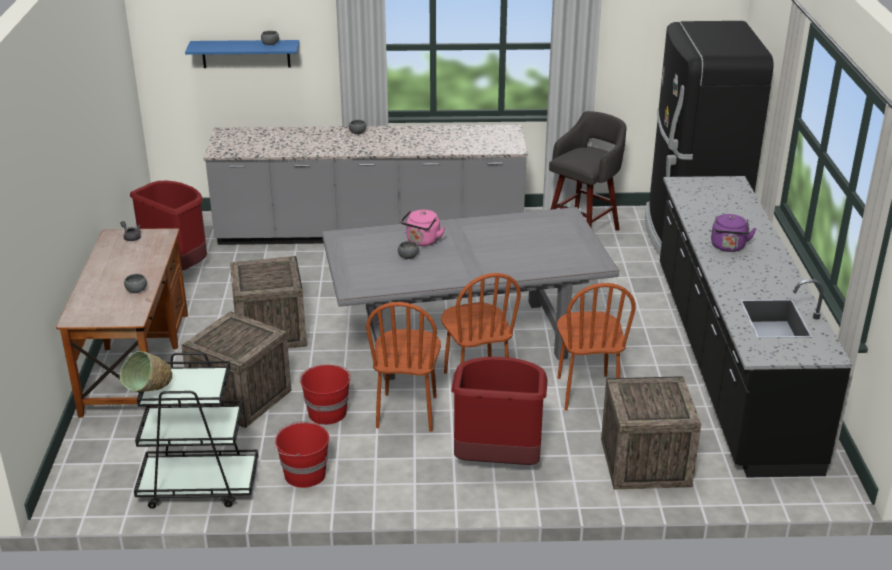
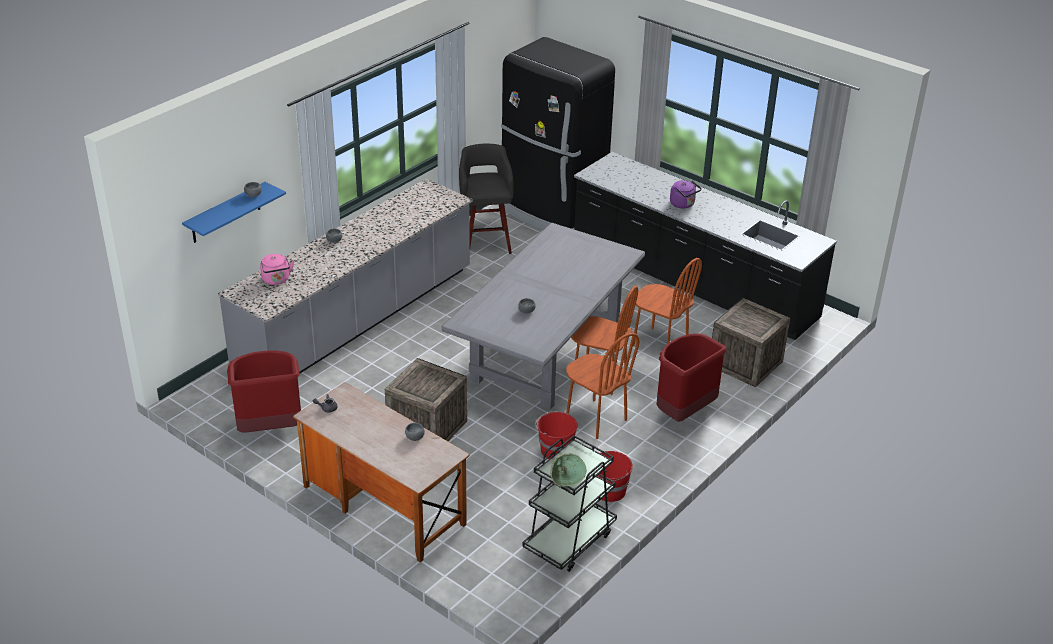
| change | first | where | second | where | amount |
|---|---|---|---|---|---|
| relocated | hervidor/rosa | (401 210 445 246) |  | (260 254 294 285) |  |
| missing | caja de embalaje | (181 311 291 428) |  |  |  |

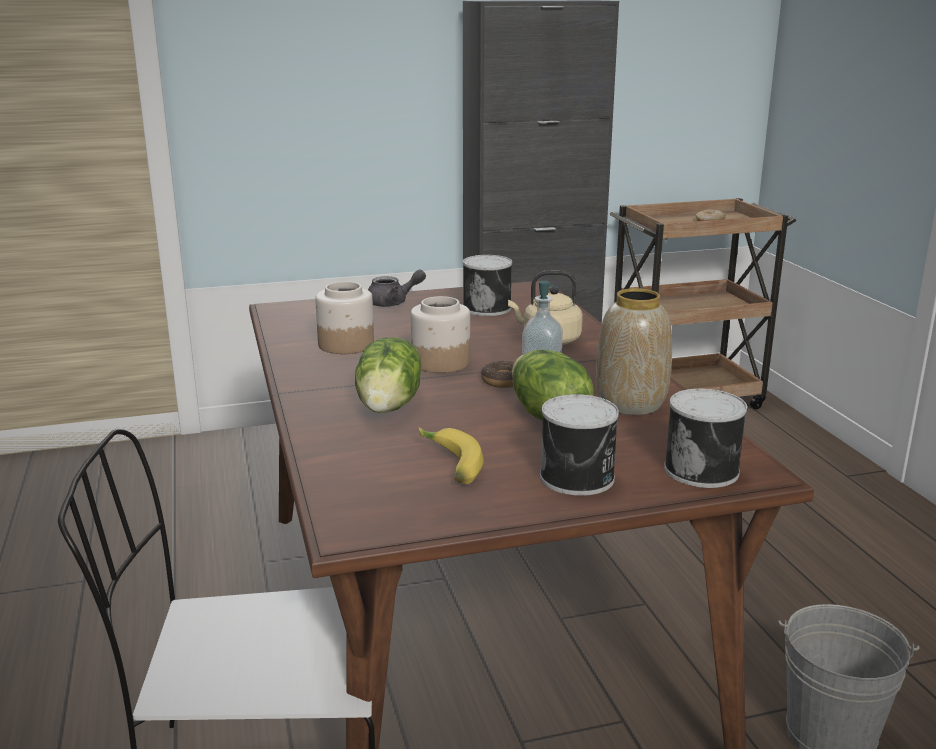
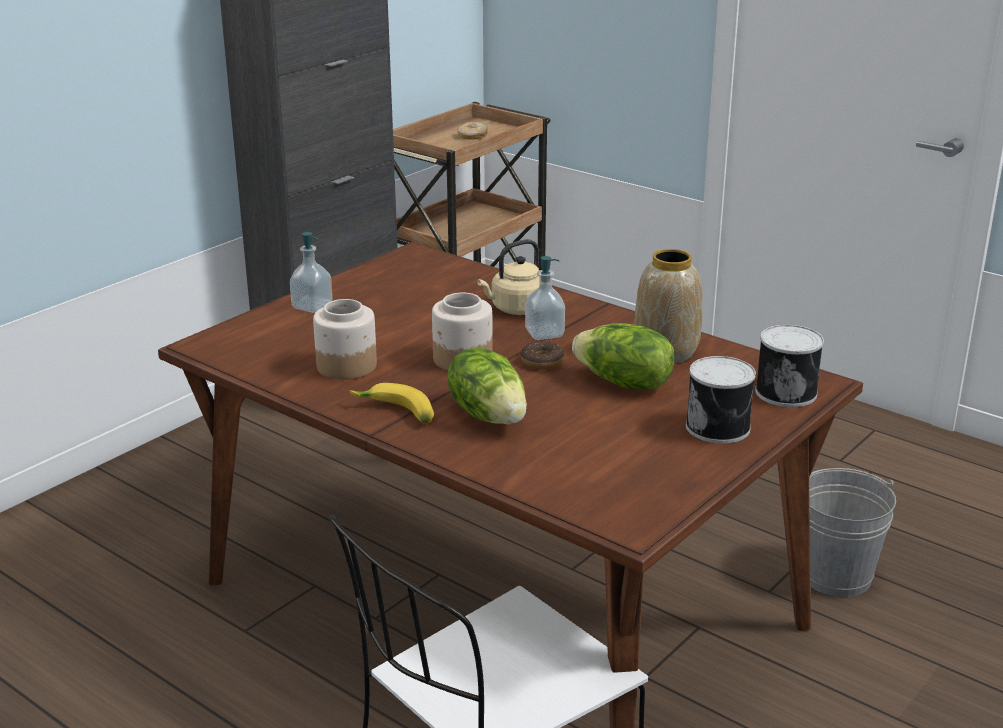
| change | first | where | second | where | amount |
|---|---|---|---|---|---|
| exchanged | tetera/gris | (368 269 426 307) | dispensador de jabón | (290 232 332 313) |  |
| relocated | plátano | (419 427 484 484) |  | (350 383 434 424) |  |
| missing | lata | (463 255 512 316) |  |  |  |

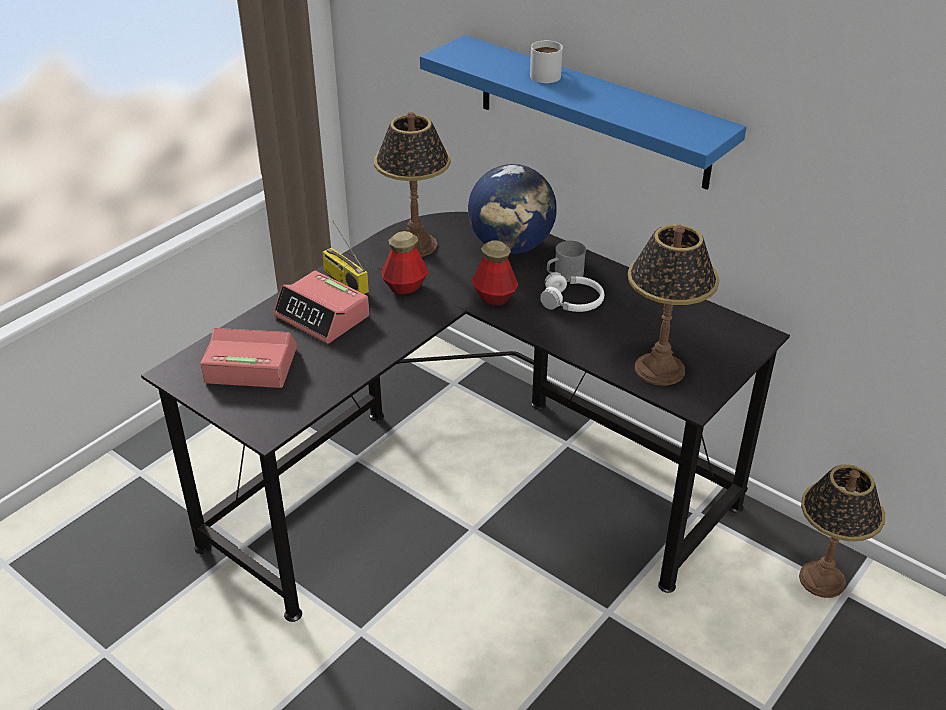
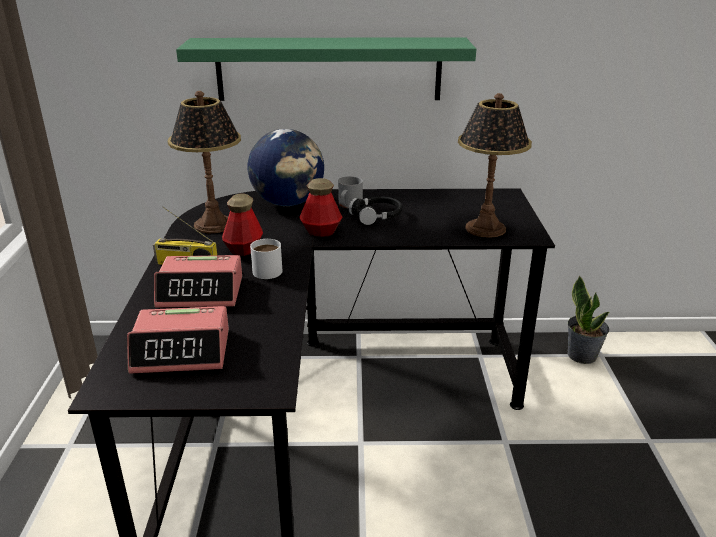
| change | first | where | second | where | amount |
|---|---|---|---|---|---|
| spun | despertador | (200 328 297 388) |  | (127 306 229 374) | 150 degrees counterclockwise |
| colour | estante/azul | (420 35 747 190) | estante/verde | (176 37 476 101) |  |
| relocated | taza grande/blanco | (530 41 563 83) |  | (250 239 282 279) |  |
| colour | auriculares/blanco | (540 272 604 312) | auriculares/negro | (349 196 403 225) |  |
| exchanged | lámpara de mesa | (799 465 885 598) | planta en maceta | (568 275 609 364) |  |

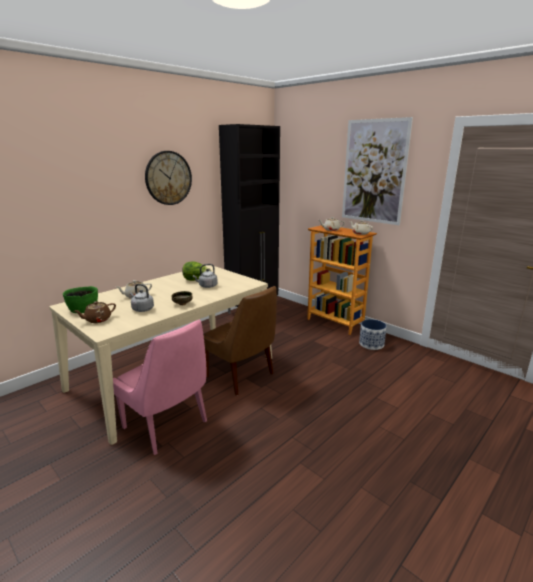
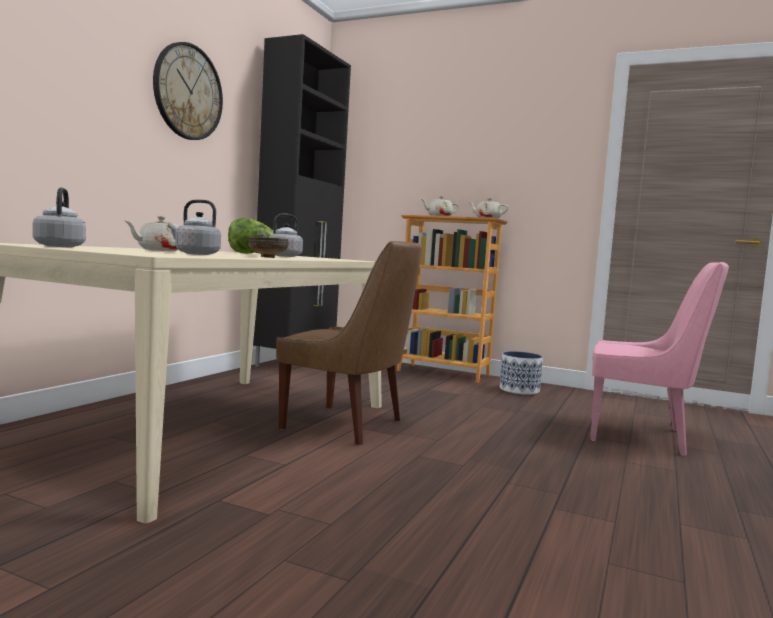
| change | first | where | second | where | amount |
|---|---|---|---|---|---|
| exchanged | cuenco/verde | (63 286 98 313) | hervidor/gris | (33 187 86 248) |  |
| relocated | silla/rosa | (113 320 207 455) |  | (590 262 729 456) |  |
| missing | tetera/marrón | (74 301 116 323) |  |  |  |
| missing | cuadro | (342 117 413 225) |  |  |  |

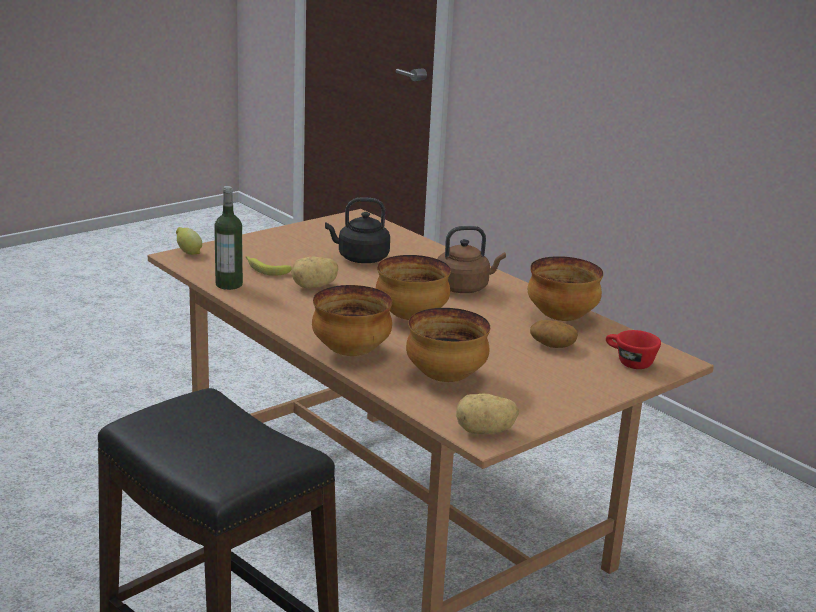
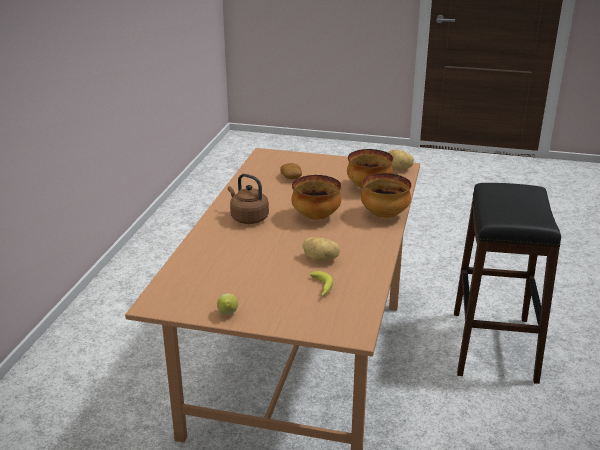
| change | first | where | second | where | amount |
|---|---|---|---|---|---|
| relocated | limón | (176 227 202 255) |  | (217 293 238 315) |  |
| missing | botella | (214 186 243 290) |  |  |  |
| missing | hervidor/negro | (325 198 390 263) |  |  |  |
| missing | cuenco | (528 256 603 321) |  |  |  |
| missing | taza/rojo | (606 330 661 369) |  |  |  |

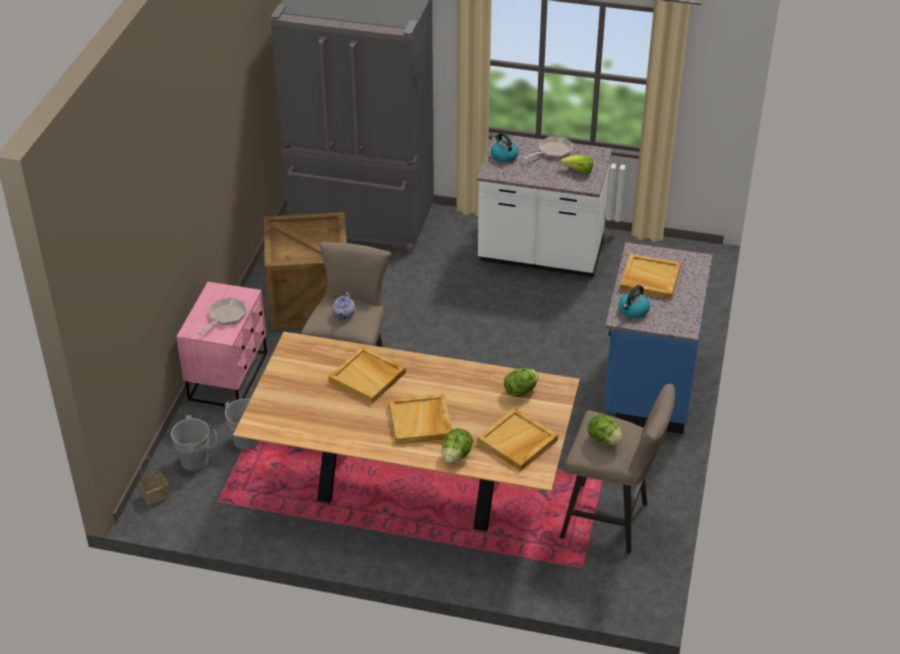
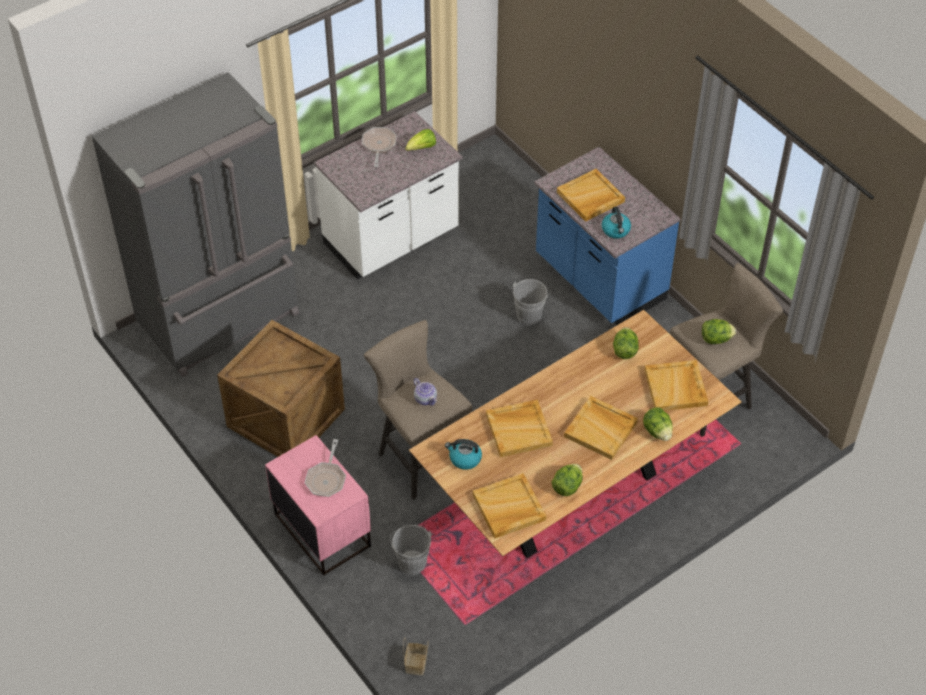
| change | first | where | second | where | amount |
|---|---|---|---|---|---|
| spun | sartén | (198 298 247 335) |  | (305 439 346 497) | 150 degrees counterclockwise |
| relocated | hervidor | (491 132 519 163) |  | (445 439 482 470) |  |
| appeared |  |  | bandeja/beis | (473 473 546 539) |  |
| relocated | cubo/gris | (171 415 217 470) |  | (513 279 551 325) |  |
| appeared |  |  | lechuga | (552 464 583 496) |  |

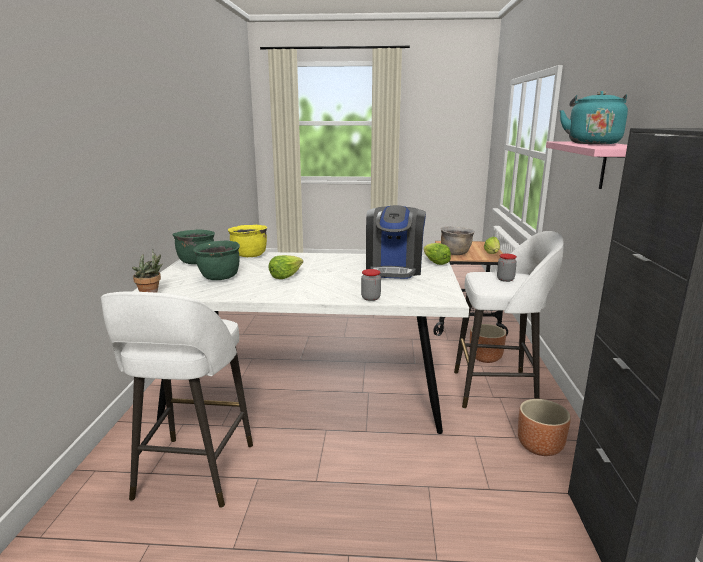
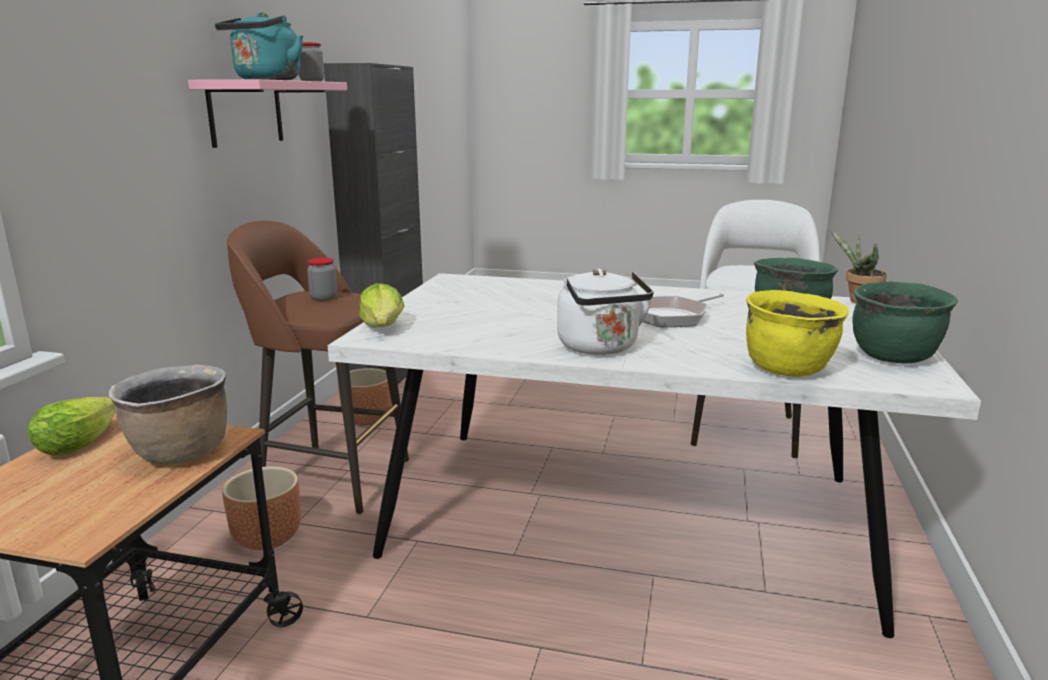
| change | first | where | second | where | amount |
|---|---|---|---|---|---|
| colour | taburete/blanco | (454 231 564 408) | taburete/marrón | (227 221 409 514) |  |
| relocated | tarro | (361 269 381 301) |  | (299 42 324 81) |  |
| appeared |  |  | hervidor/blanco | (557 269 653 355) |  |
| exchanged | lechuga | (268 255 303 279) | sartén | (640 293 724 327) |  |
| missing | cafetera | (366 205 426 279) |  |  |  |

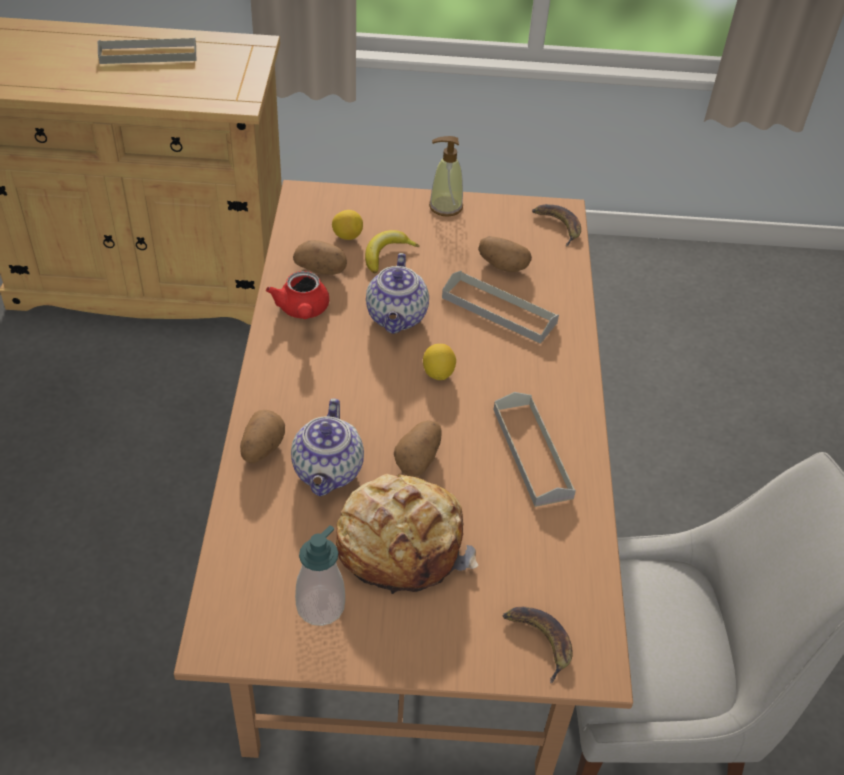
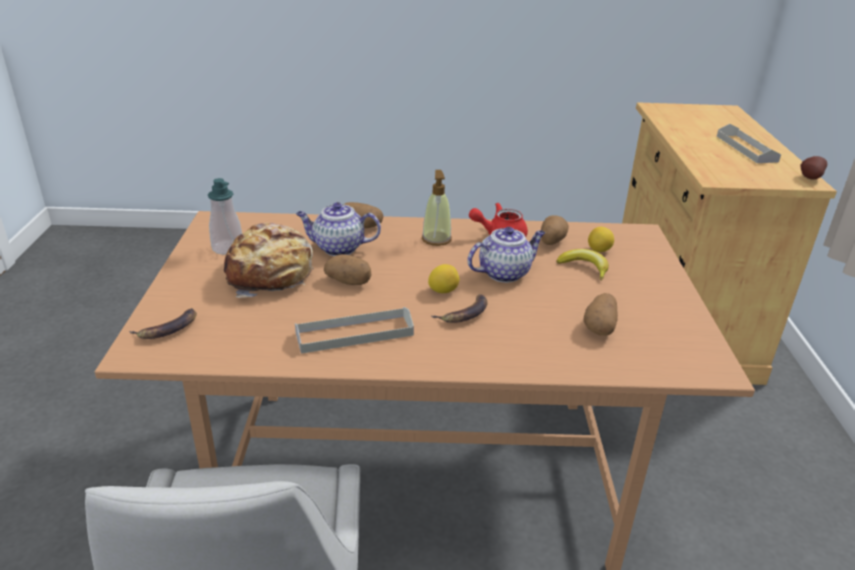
| change | first | where | second | where | amount |
|---|---|---|---|---|---|
| relocated | dispensador de jabón | (429 136 463 217) |  | (422 170 452 246) |  |
| relocated | plátano | (532 204 581 246) |  | (430 294 488 323) |  |
| spun | tetera | (366 253 429 334) |  | (467 227 545 283) | 150 degrees clockwise |
| appeared |  |  | patata | (800 156 827 180) |  |
| missing | bandeja/gris | (442 271 559 344) |  |  |  |

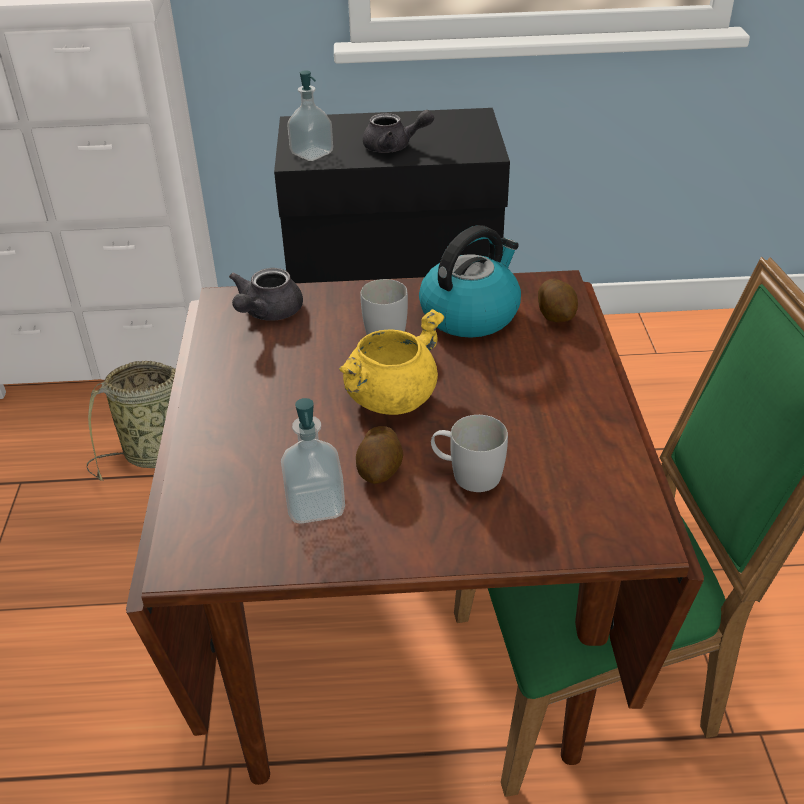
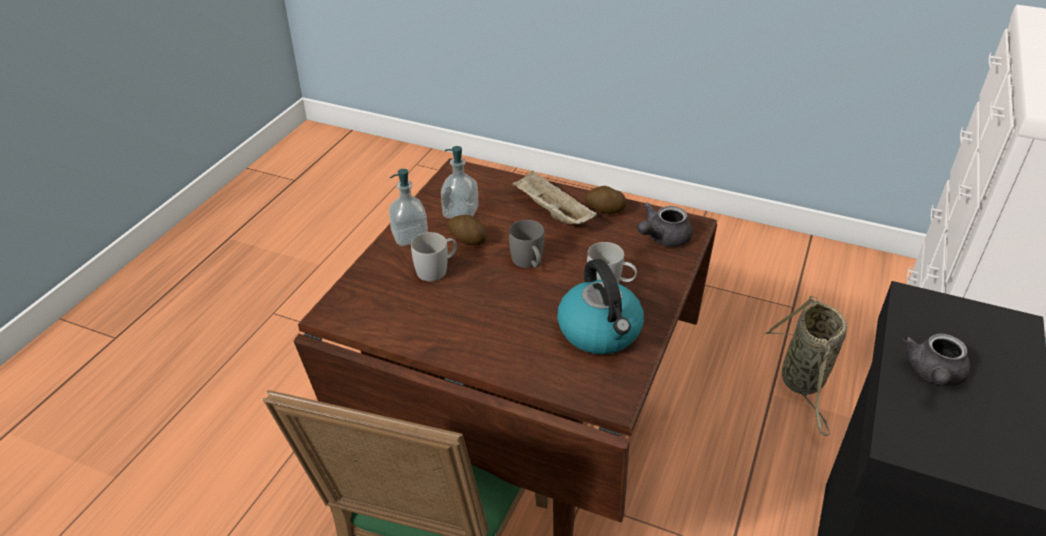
| change | first | where | second | where | amount |
|---|---|---|---|---|---|
| relocated | dispensador de jabón | (287 70 333 161) |  | (389 169 428 246) |  |
| exchanged | olla/amarillo | (339 309 444 415) | taza grande/gris | (509 220 544 268) |  |
| appeared |  |  | bandeja/beis | (513 171 597 224) |  |
| relocated | patata | (538 279 578 322) |  | (584 186 627 214) |  |
| spun | tetera/gris | (229 268 303 321) |  | (637 202 693 247) | 90 degrees counterclockwise |

